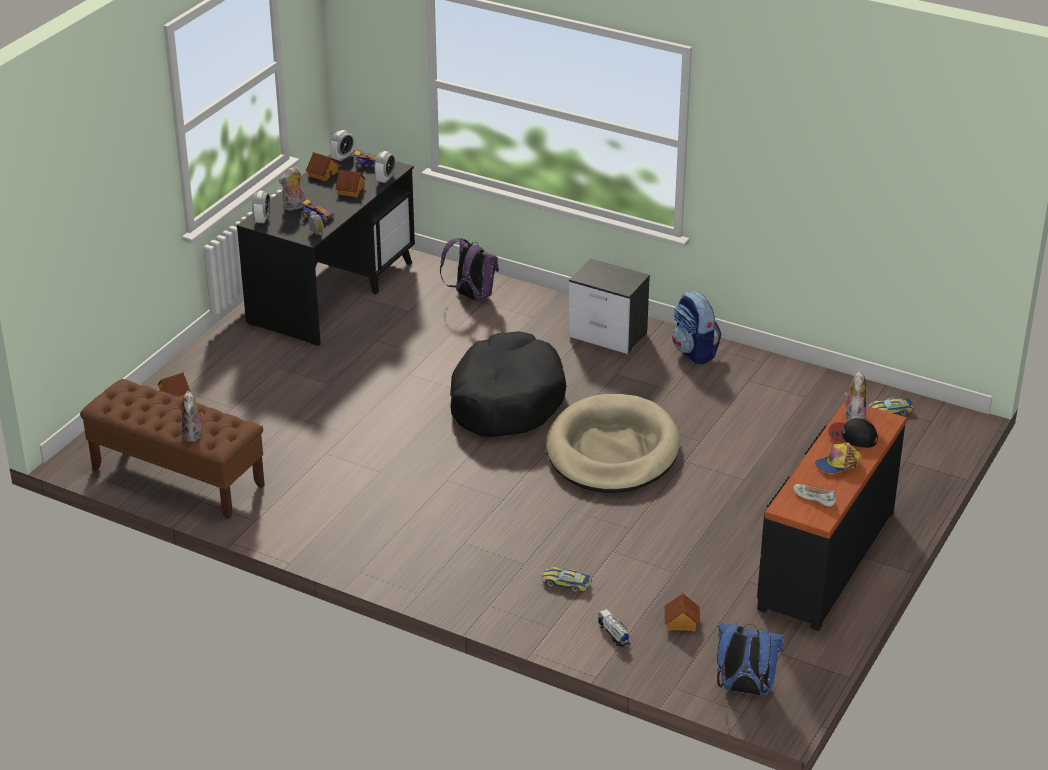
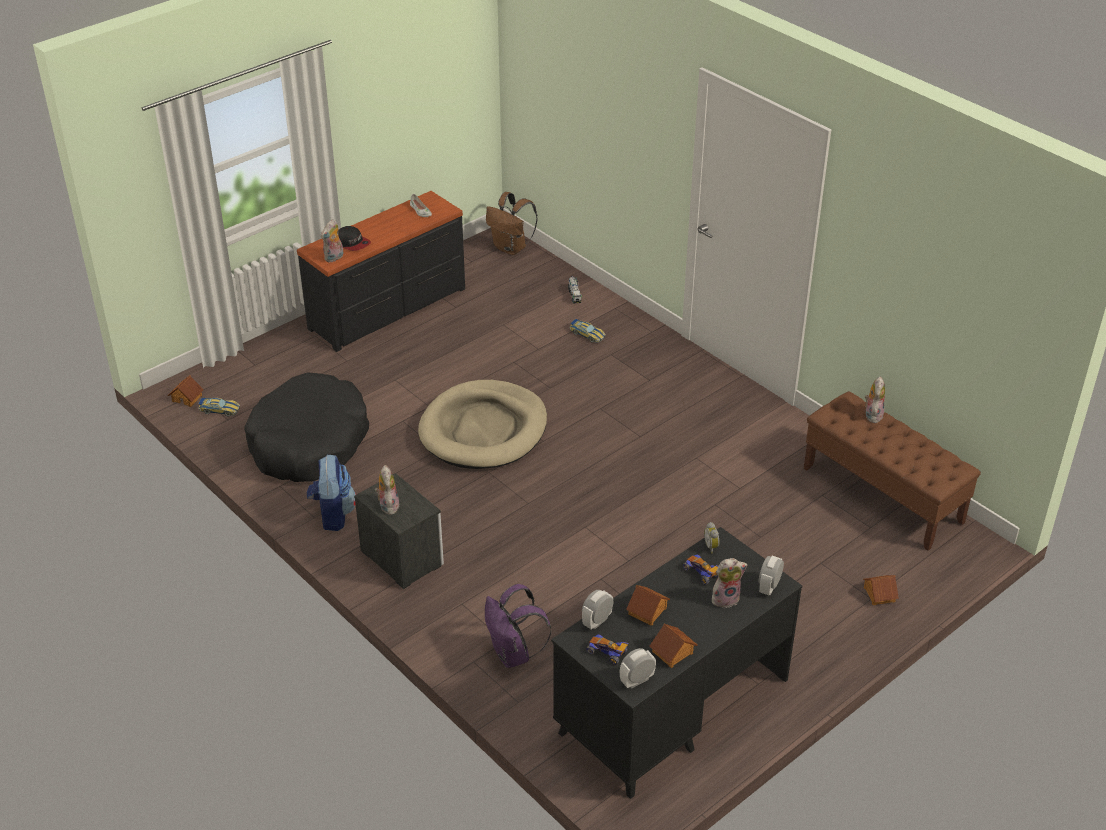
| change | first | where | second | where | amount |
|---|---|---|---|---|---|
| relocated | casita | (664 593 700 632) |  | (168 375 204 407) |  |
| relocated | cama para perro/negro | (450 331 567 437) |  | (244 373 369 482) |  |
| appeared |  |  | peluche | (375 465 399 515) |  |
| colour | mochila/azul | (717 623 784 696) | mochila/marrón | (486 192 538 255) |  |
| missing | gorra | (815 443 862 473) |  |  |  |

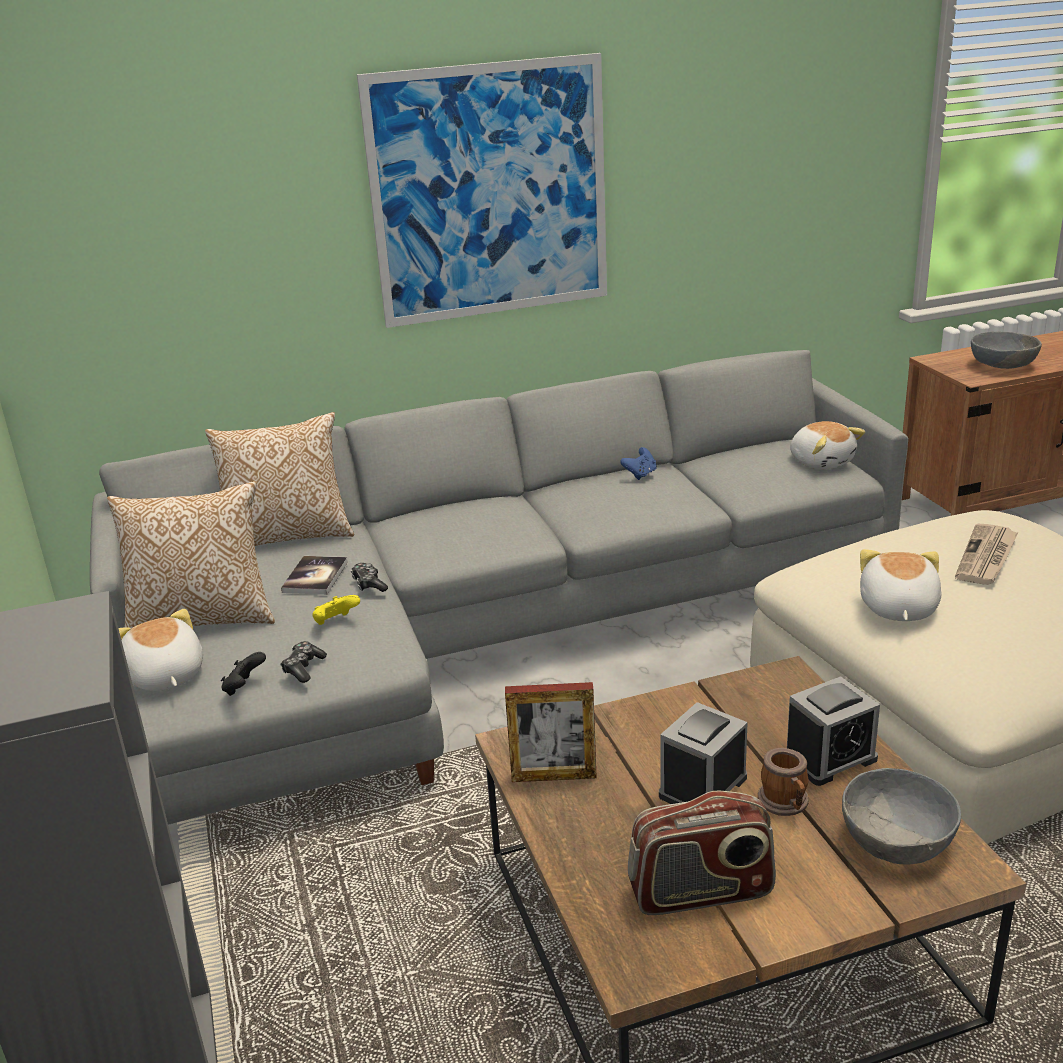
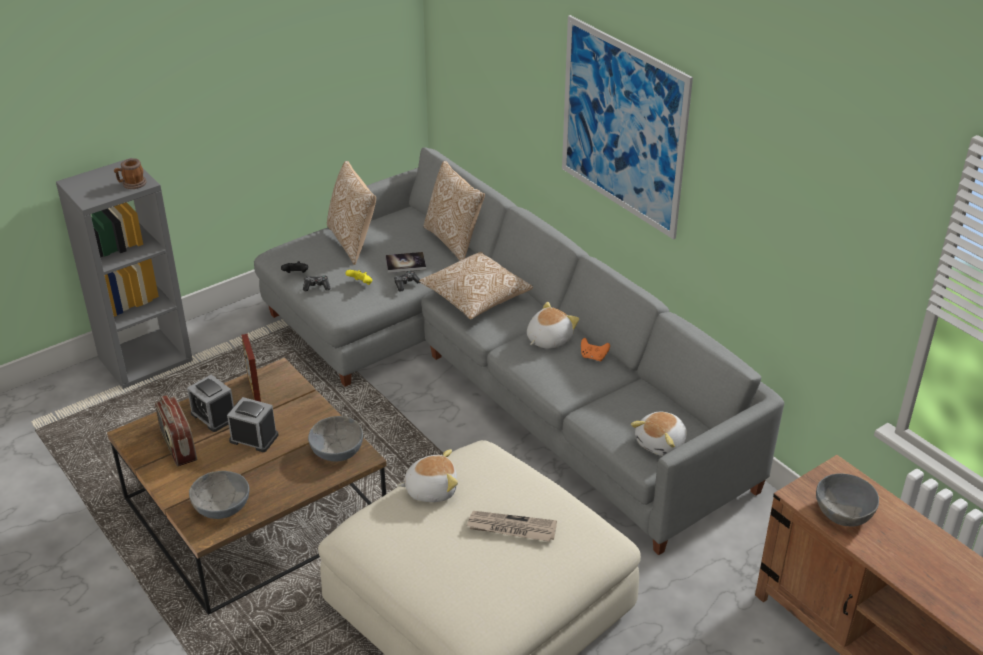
| change | first | where | second | where | amount |
|---|---|---|---|---|---|
| relocated | taza grande | (758 748 809 816) |  | (114 158 147 189) |  |
| relocated | despertador | (787 676 880 786) |  | (187 374 234 432) |  |
| appeared |  |  | cuenco/gris | (308 416 363 461) |  |
| appeared |  |  | cojín | (419 252 533 319) |  |
| relocated | peluche | (118 609 203 691) |  | (527 302 579 349) |  |
| colour | mando de consola/azul | (620 447 657 480) | mando de consola/naranja | (581 338 610 361) |  |

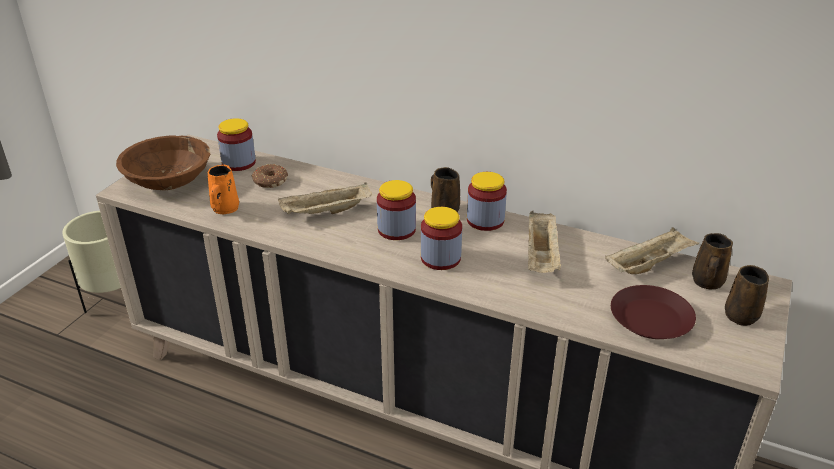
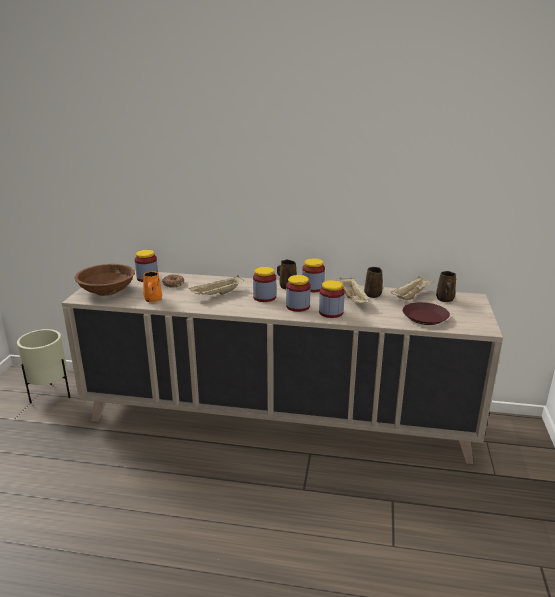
| change | first | where | second | where | amount |
|---|---|---|---|---|---|
| appeared |  |  | tarro | (319 280 345 318) |  |
| relocated | taza grande/marrón | (725 265 769 326) |  | (364 267 383 298) |  |

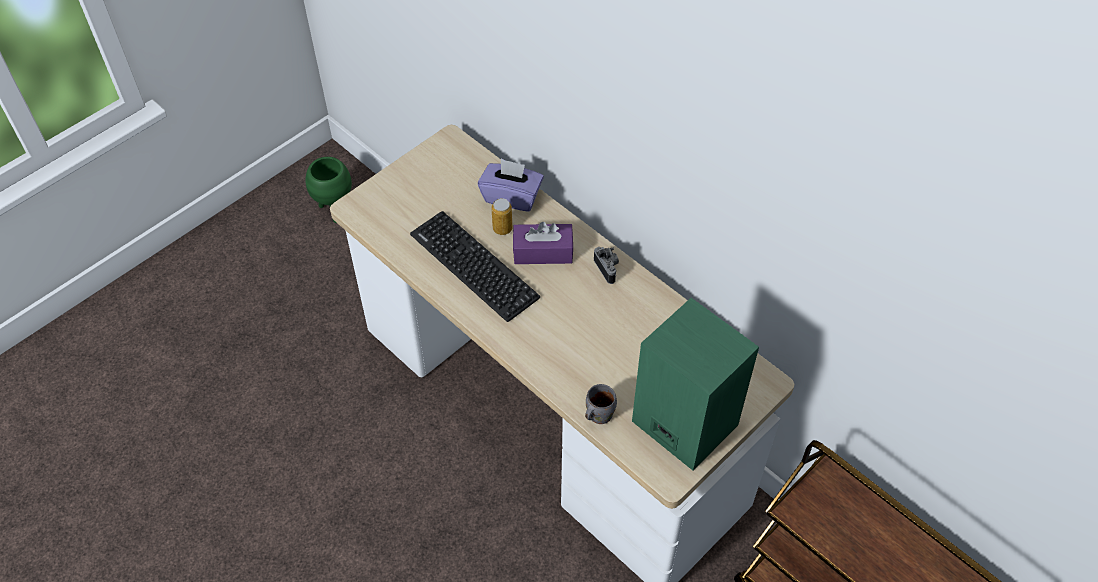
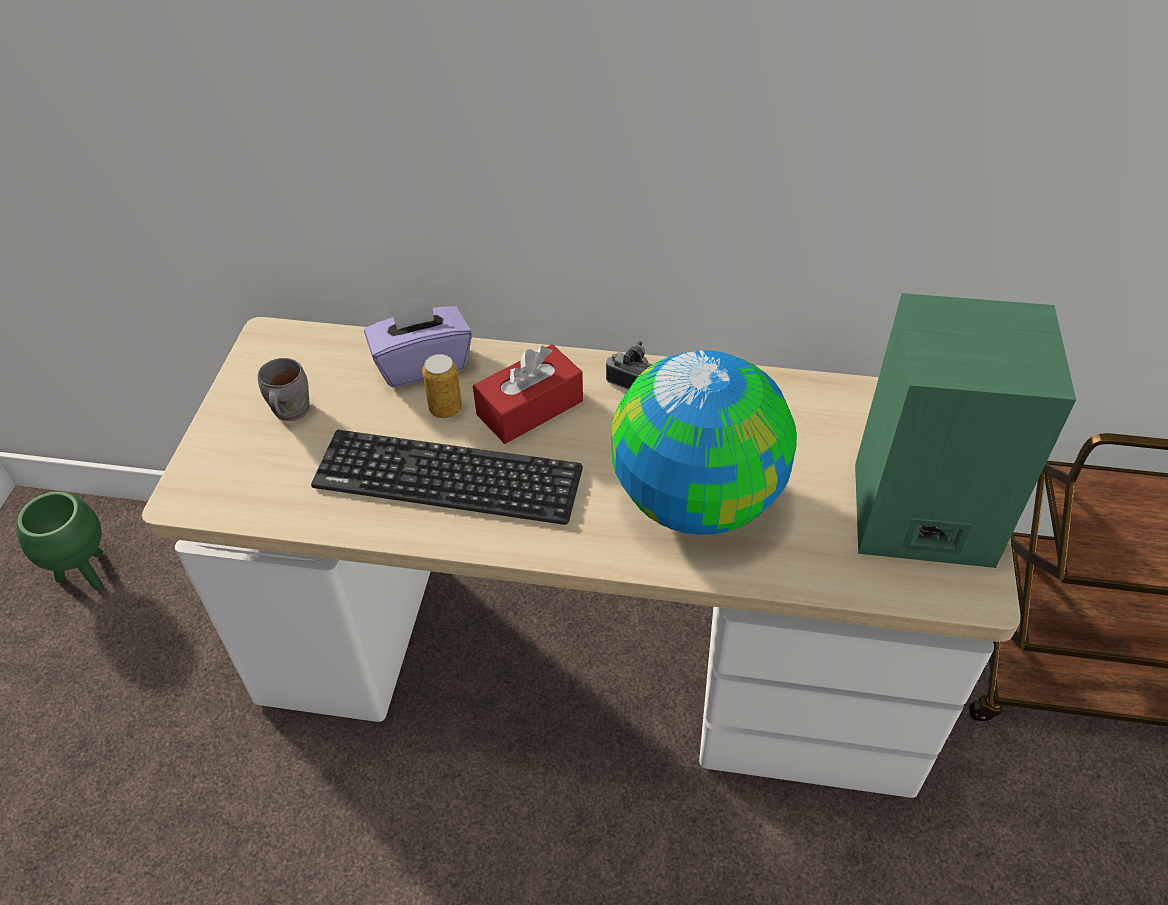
| change | first | where | second | where | amount |
|---|---|---|---|---|---|
| relocated | taza grande/gris | (585 384 617 424) |  | (258 358 310 421) |  |
| colour | caja de pañuelos/morado | (513 222 574 264) | caja de pañuelos/rojo | (473 344 583 444) |  |
| appeared |  |  | globo terráqueo | (612 350 797 535) |  |

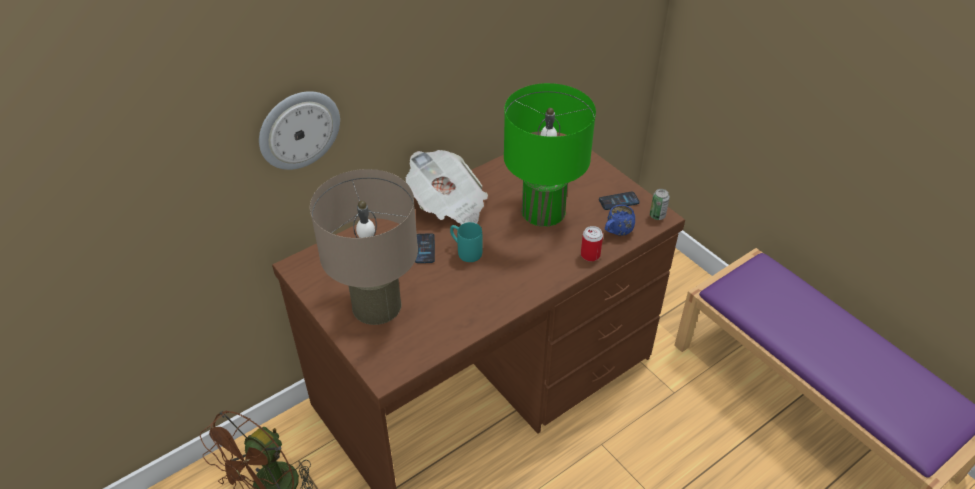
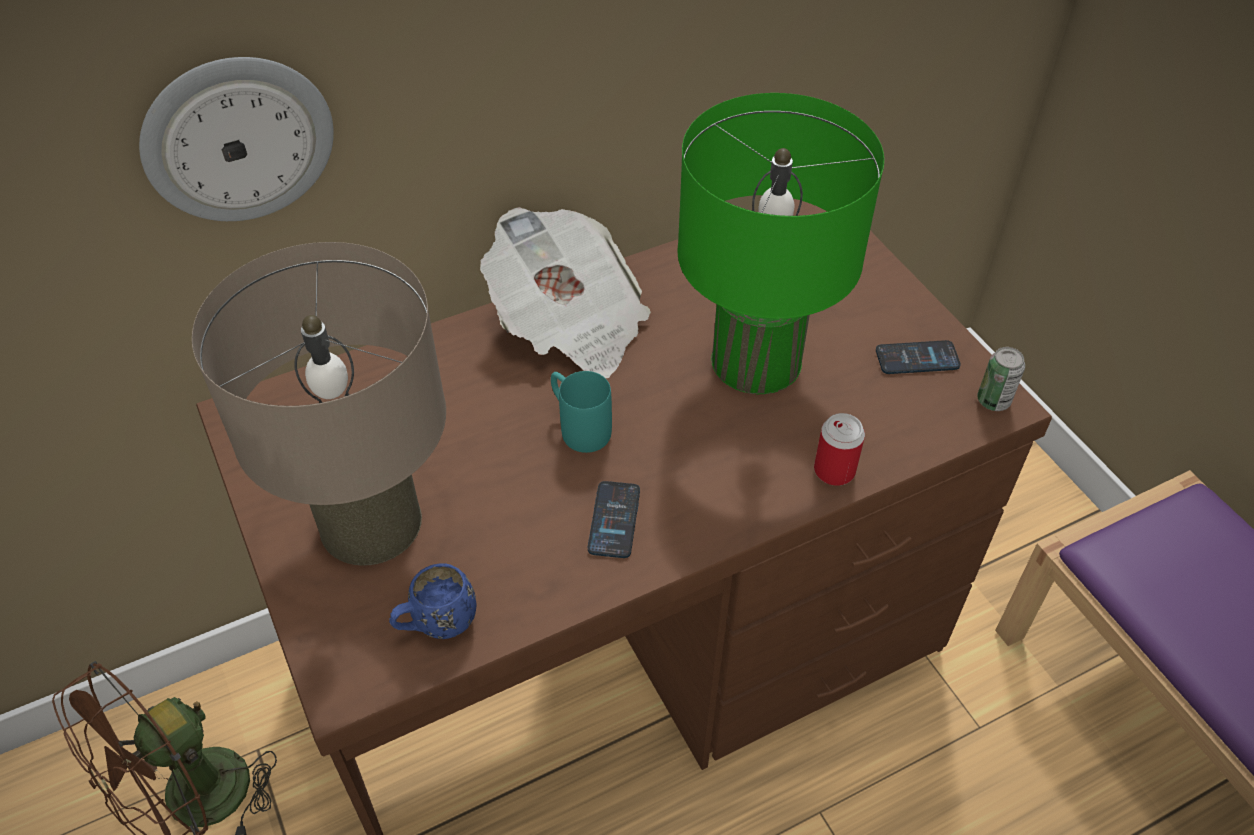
| change | first | where | second | where | amount |
|---|---|---|---|---|---|
| relocated | taza grande/azul | (605 205 635 236) |  | (389 563 477 639) |  |
| relocated | móvil | (415 233 435 263) |  | (588 481 640 558) |  |

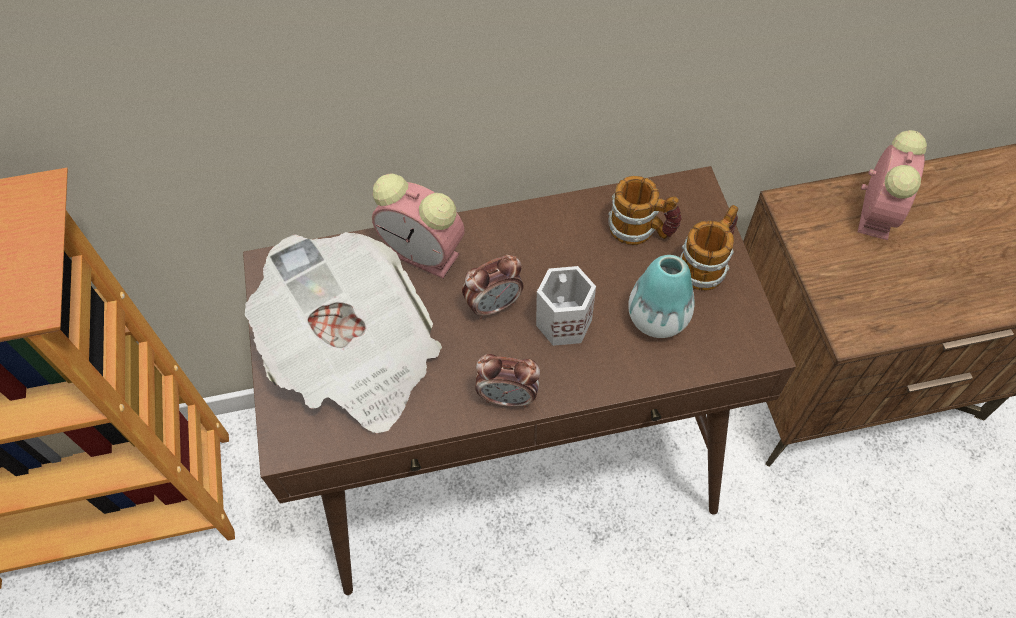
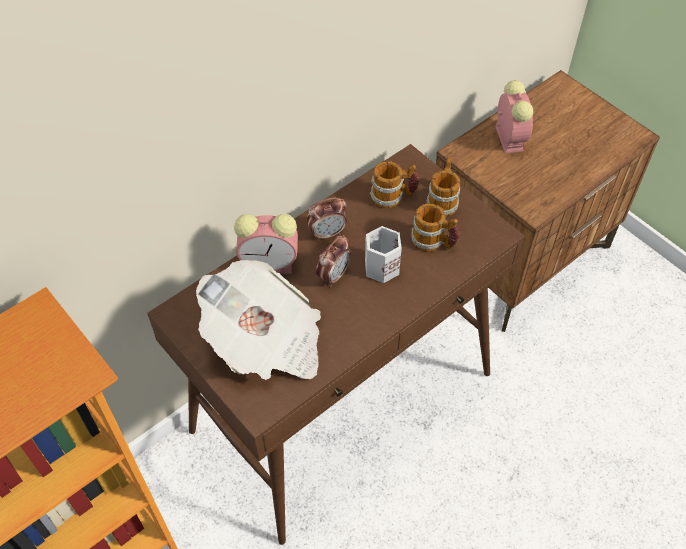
| change | first | where | second | where | amount |
|---|---|---|---|---|---|
| relocated | despertador | (476 354 540 407) |  | (307 198 347 241) |  |
| exchanged | florero | (628 255 695 338) | taza grande | (411 204 460 252) |  |

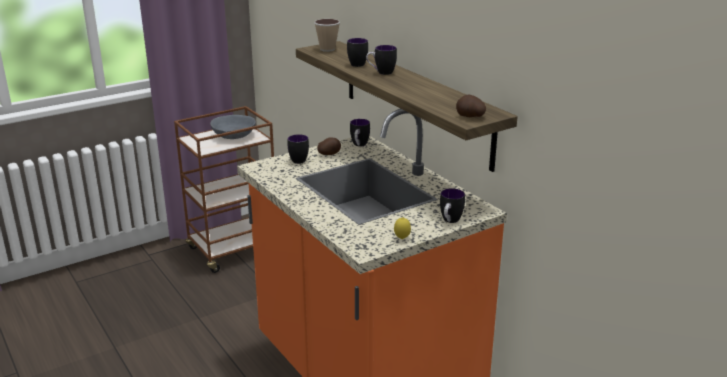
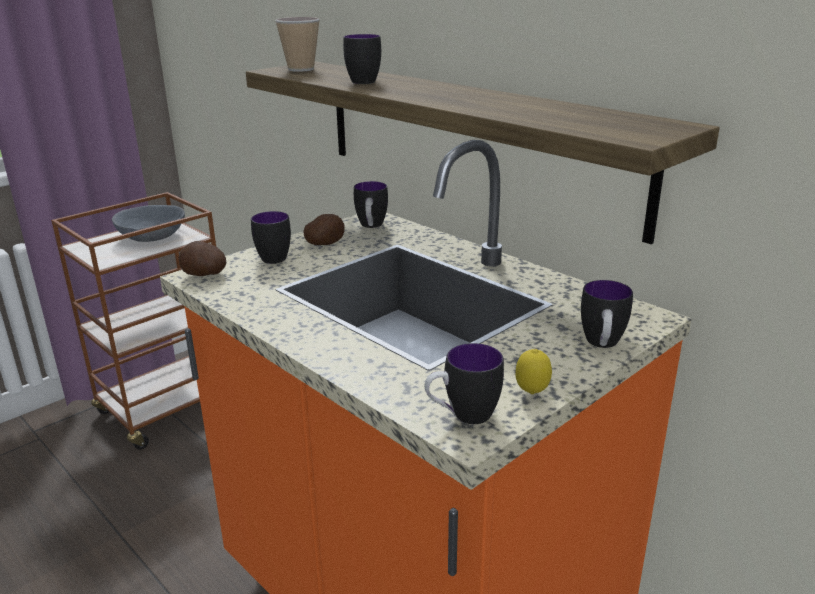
| change | first | where | second | where | amount |
|---|---|---|---|---|---|
| relocated | patata | (456 95 486 117) |  | (178 241 226 276) |  |
| relocated | taza grande | (366 45 397 75) |  | (425 343 504 424) |  |

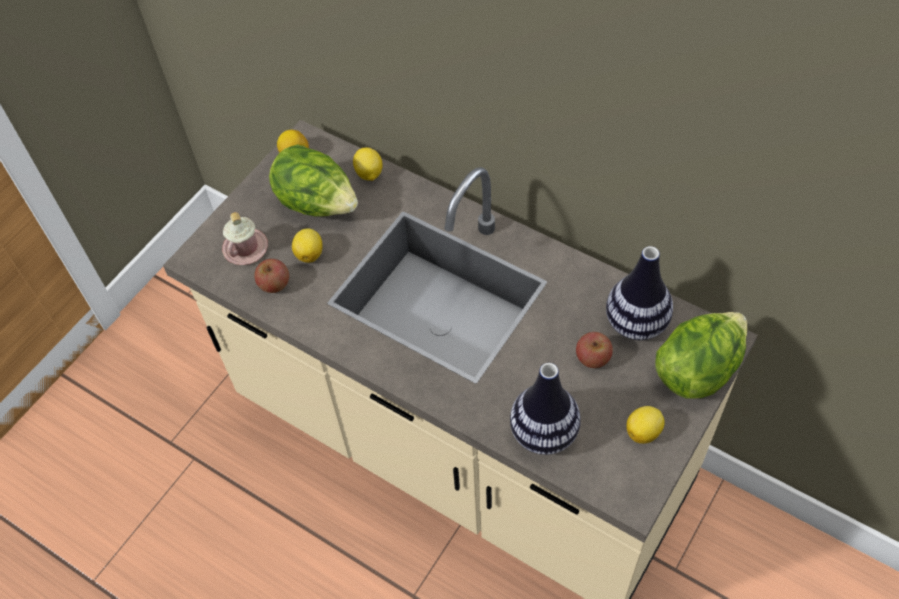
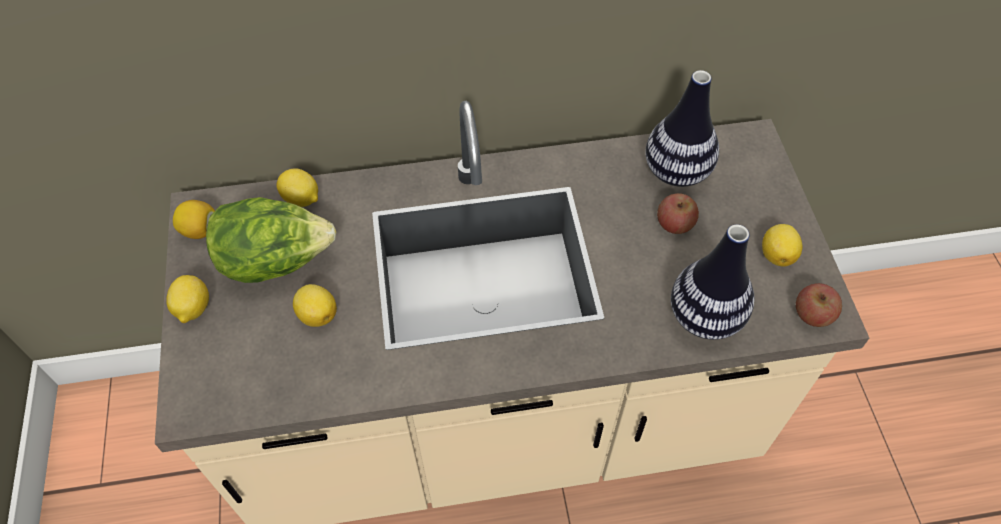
| change | first | where | second | where | amount |
|---|---|---|---|---|---|
| appeared |  |  | limón | (166 275 209 323) |  |
| relocated | manzana | (255 259 289 293) |  | (796 283 842 327) |  |
| missing | taza grande/rosa | (222 212 268 265) |  |  |  |
| missing | lechuga | (655 312 747 399) |  |  |  |

